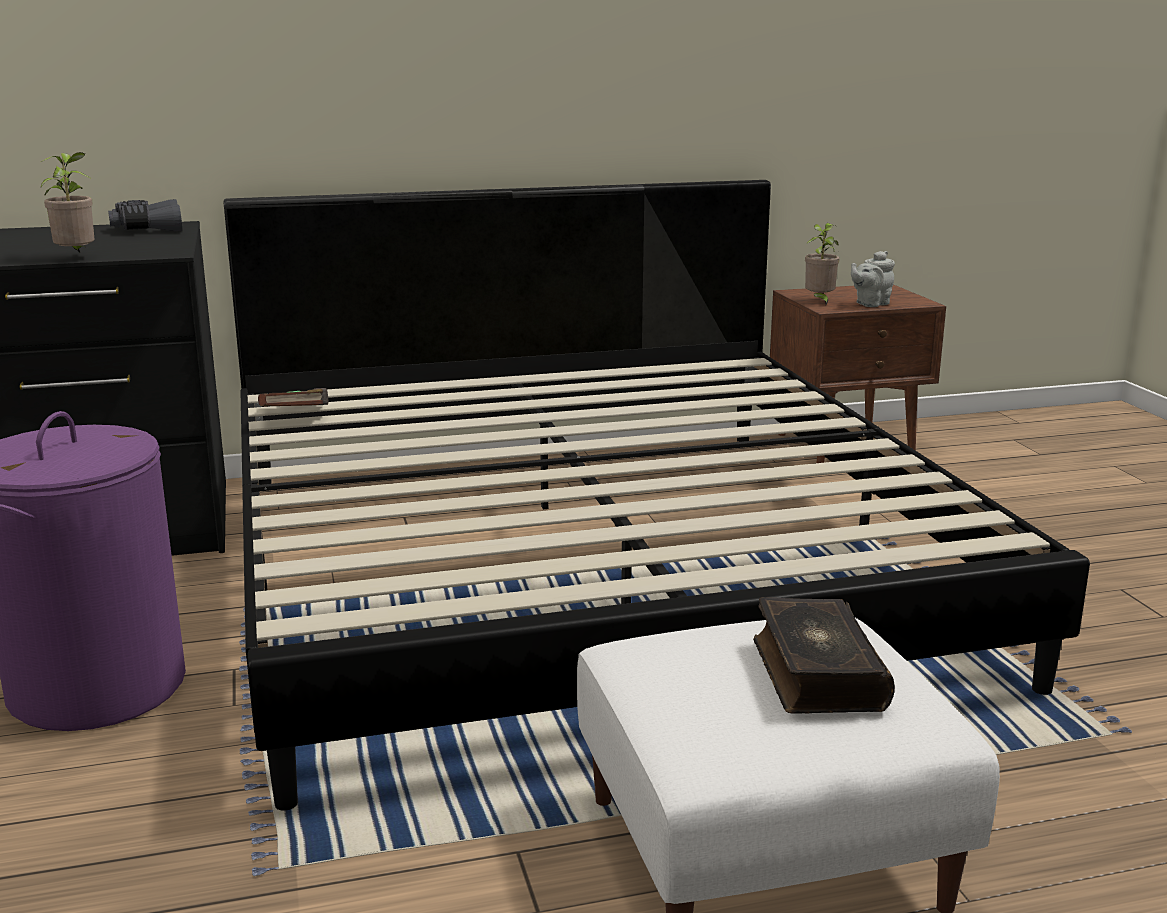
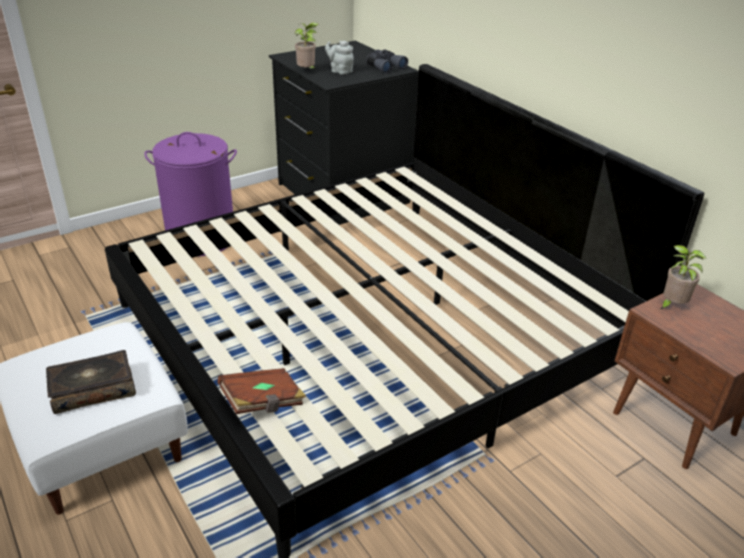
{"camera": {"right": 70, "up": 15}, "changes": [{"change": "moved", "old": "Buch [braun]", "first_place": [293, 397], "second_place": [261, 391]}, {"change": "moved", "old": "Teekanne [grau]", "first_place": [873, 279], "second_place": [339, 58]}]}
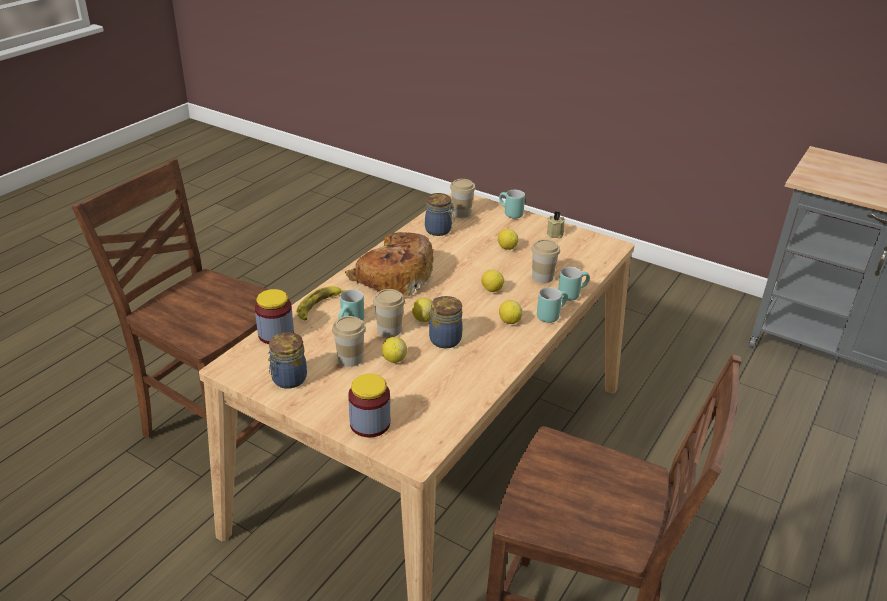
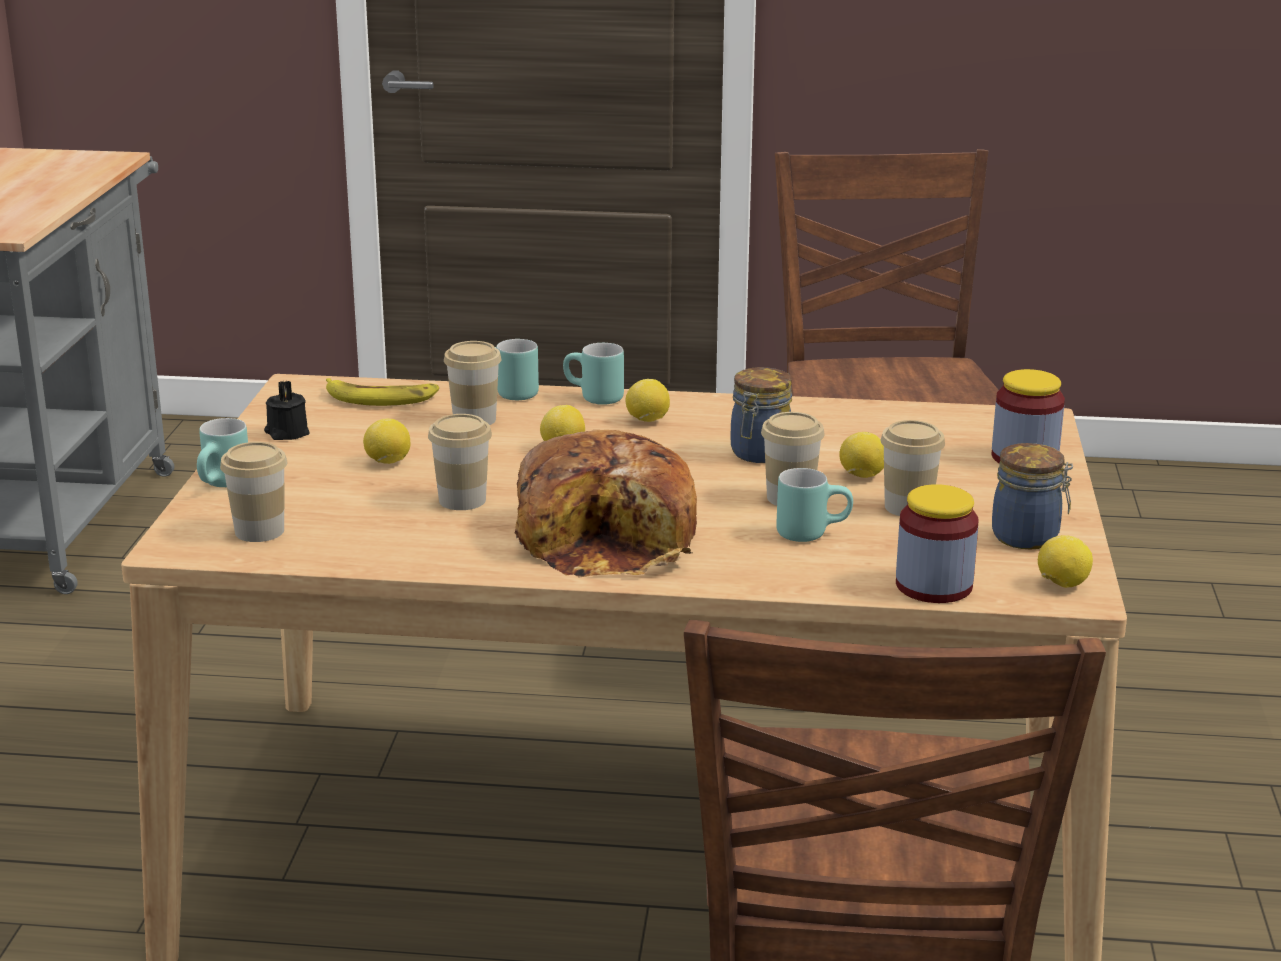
{"camera": {"right": -115, "up": -10}, "changes": [{"change": "moved", "old": "Banane", "first_place": [321, 303], "second_place": [382, 392]}, {"change": "moved", "old": "Zitrone", "first_place": [422, 310], "second_place": [1065, 561]}, {"change": "removed", "old": "Vorratsglas", "first_place": [439, 214]}, {"change": "recoloured", "old": "Kerze [beige]", "new": "Kerze [schwarz]", "first_place": [556, 224], "second_place": [287, 410]}, {"change": "added", "new": "Tasse", "second_place": [460, 462]}]}
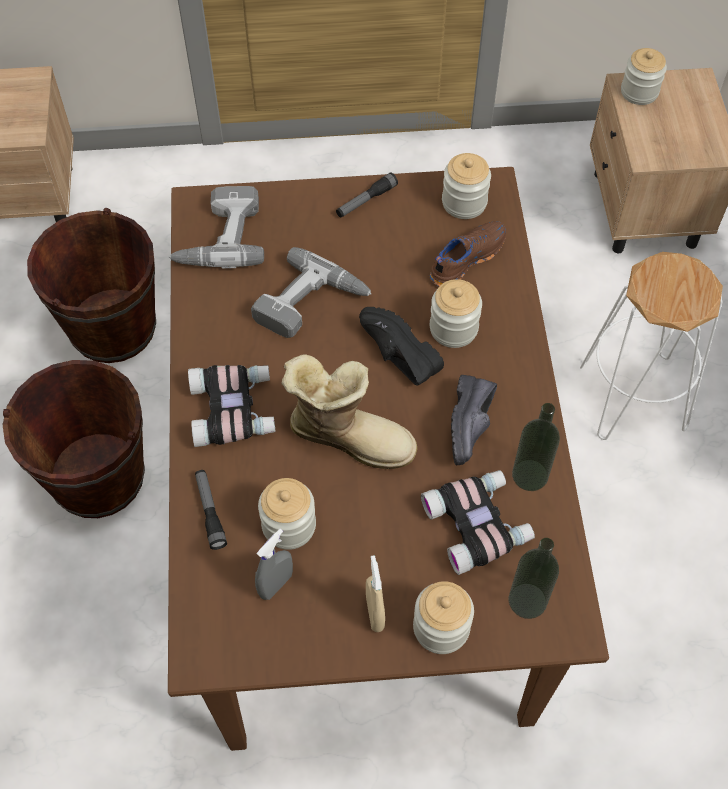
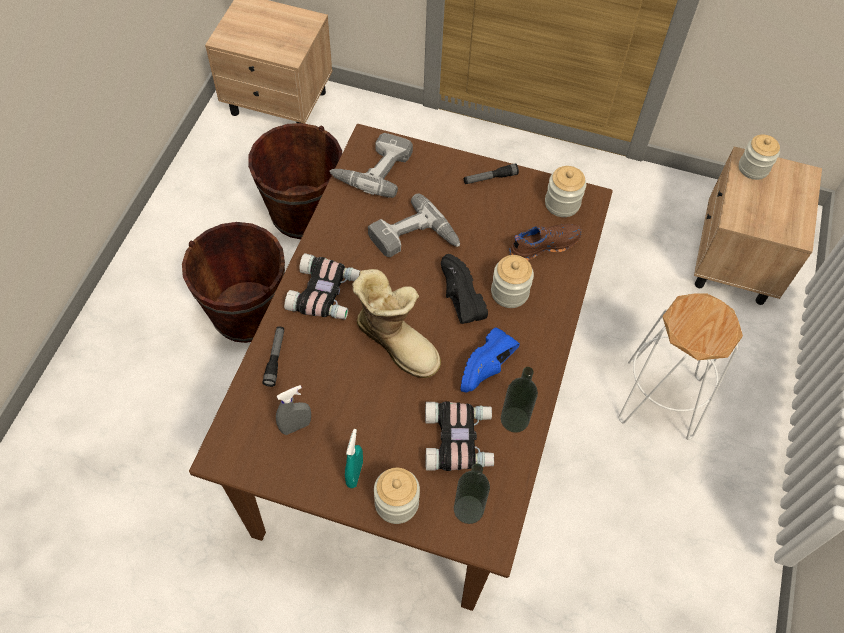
{"camera": {"right": 20, "up": 0}, "changes": [{"change": "removed", "old": "Vorratsglas", "first_place": [287, 514]}, {"change": "recoloured", "old": "Sprühflasche [beige]", "new": "Sprühflasche [türkis]", "first_place": [375, 593], "second_place": [354, 458]}, {"change": "recoloured", "old": "Schuh [schwarz]", "new": "Schuh [blau]", "first_place": [474, 420], "second_place": [490, 360]}]}
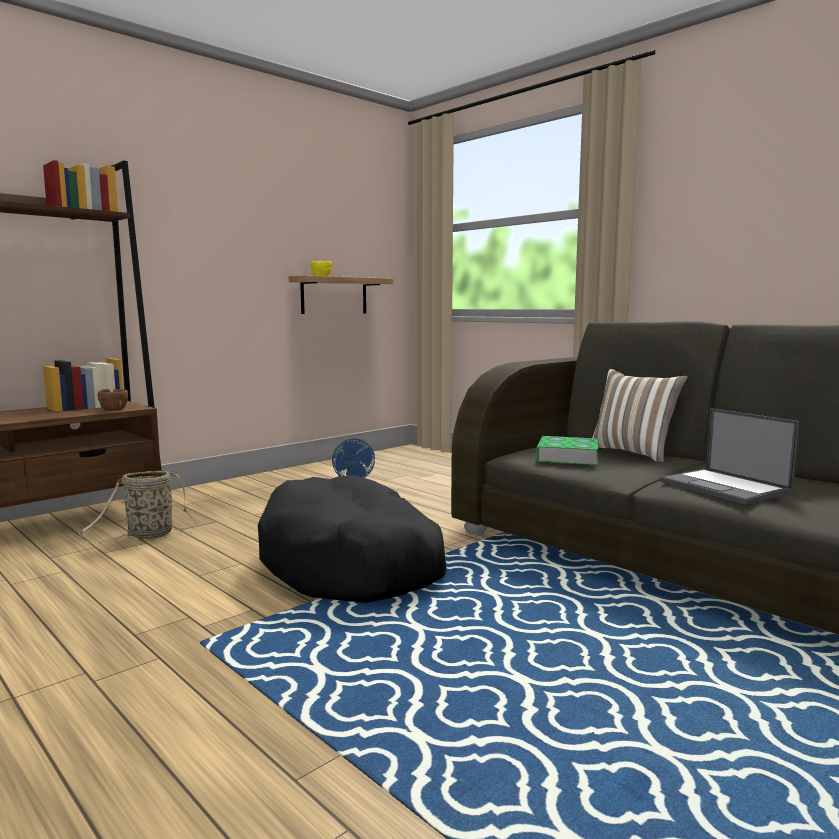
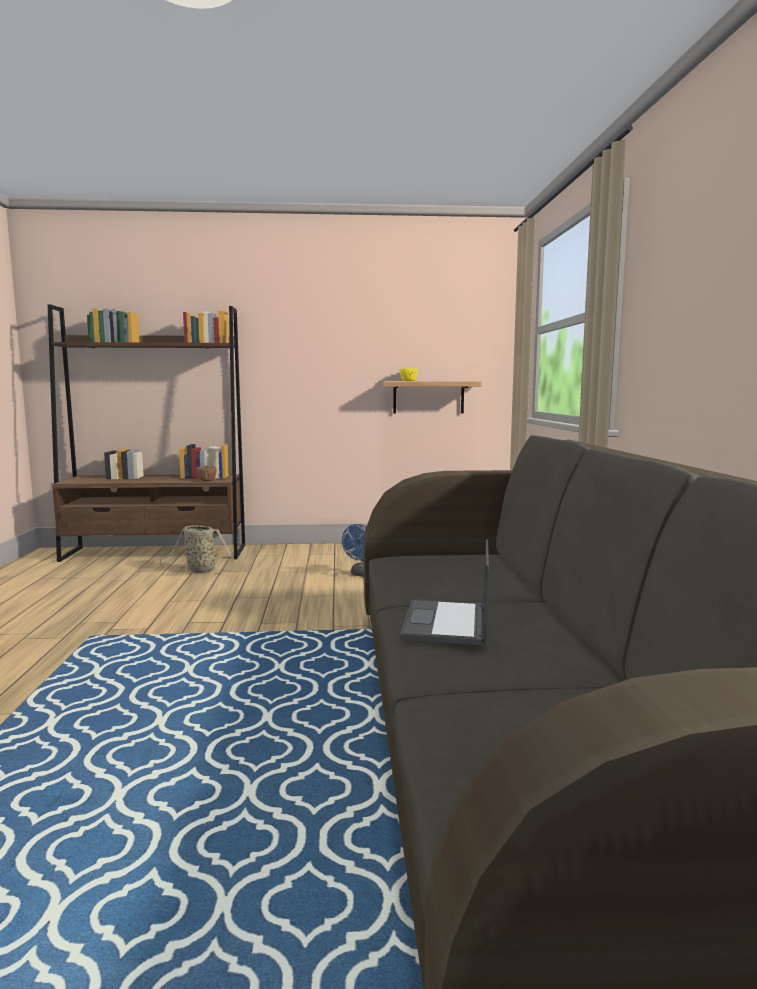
{"camera": {"right": 40, "up": 0}, "changes": [{"change": "removed", "old": "Hundebett [schwarz]", "first_place": [352, 539]}, {"change": "removed", "old": "Buch", "first_place": [567, 450]}, {"change": "removed", "old": "Kissen", "first_place": [639, 415]}]}
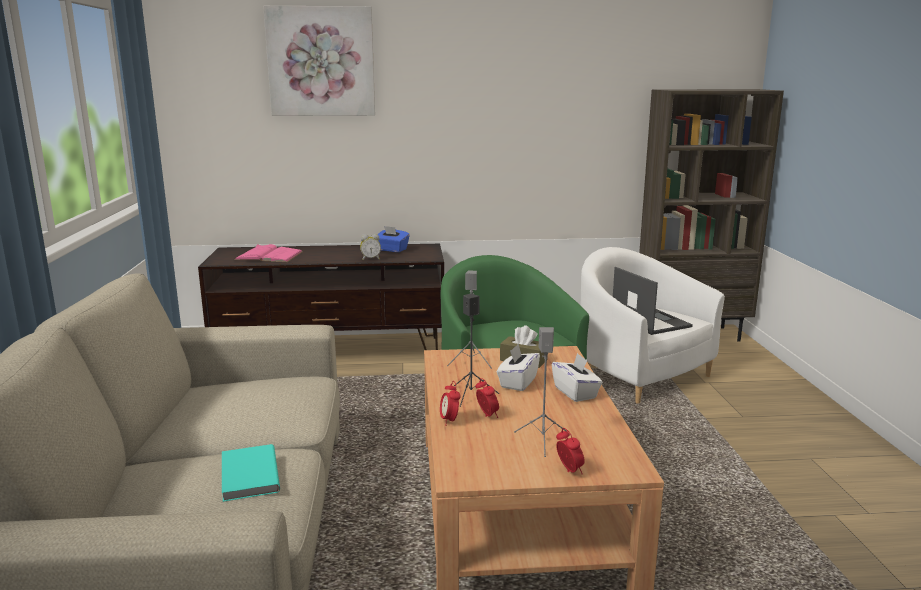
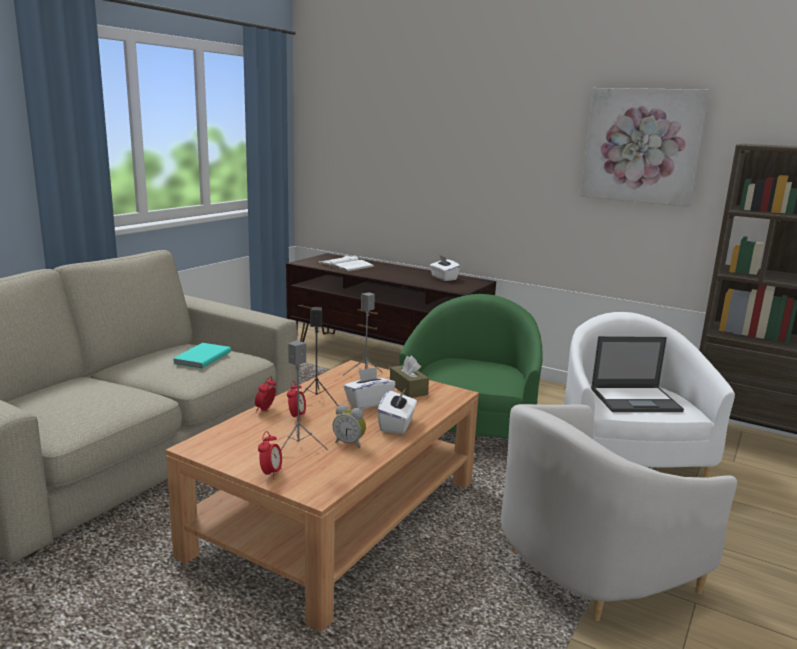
{"camera": {"right": 35, "up": 0}, "changes": [{"change": "moved", "old": "Buch [türkis]", "first_place": [251, 473], "second_place": [201, 356]}, {"change": "recoloured", "old": "Buch [rosa]", "new": "Buch [weiß]", "first_place": [268, 253], "second_place": [346, 263]}, {"change": "moved", "old": "Bild", "first_place": [319, 61], "second_place": [644, 147]}, {"change": "moved", "old": "Wecker", "first_place": [370, 247], "second_place": [349, 426]}, {"change": "recoloured", "old": "Taschentuchbox [blau]", "new": "Taschentuchbox [weiß]", "first_place": [394, 239], "second_place": [445, 268]}, {"change": "turned", "old": "Laptop", "first_place": [653, 301], "second_place": [637, 374], "degrees": 75}, {"change": "added", "new": "Sessel [weiß]", "second_place": [619, 512]}]}
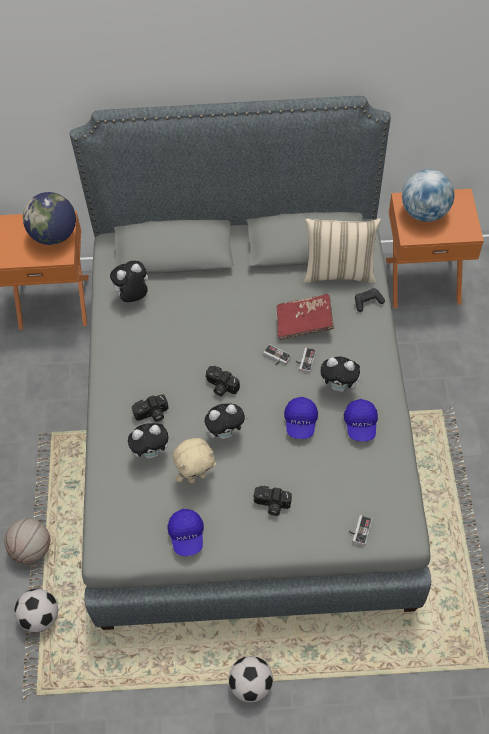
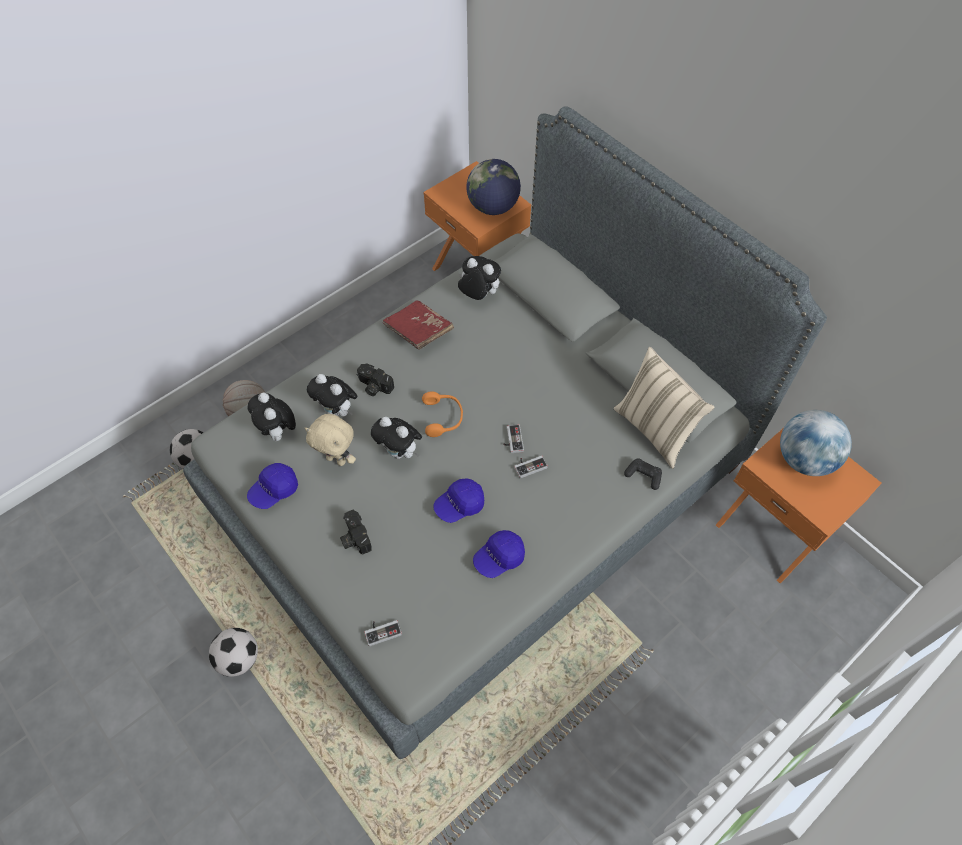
{"camera": {"right": 50, "up": 0}, "changes": [{"change": "replaced", "old": "Kamera", "new": "Kopfhörer [orange]", "first_place": [222, 381], "second_place": [442, 414]}, {"change": "moved", "old": "Buch [rot]", "first_place": [305, 317], "second_place": [418, 325]}, {"change": "moved", "old": "Plüschtier", "first_place": [342, 374], "second_place": [272, 416]}]}
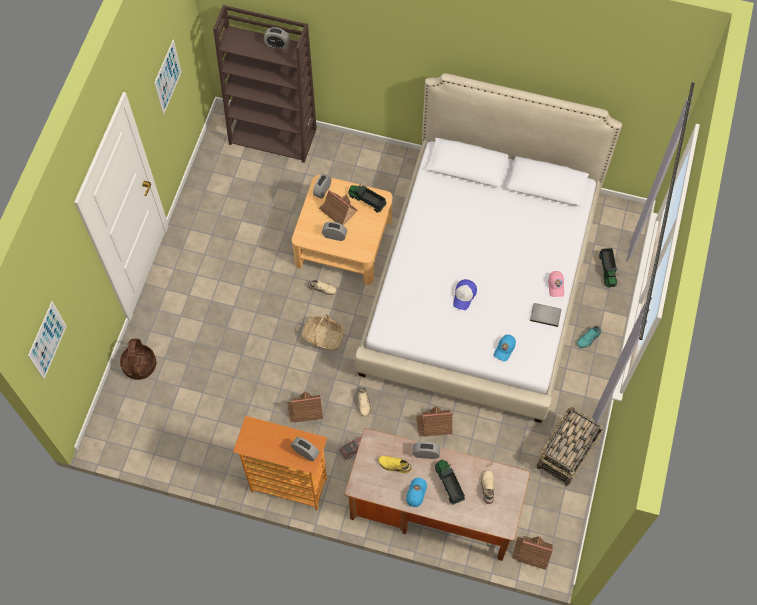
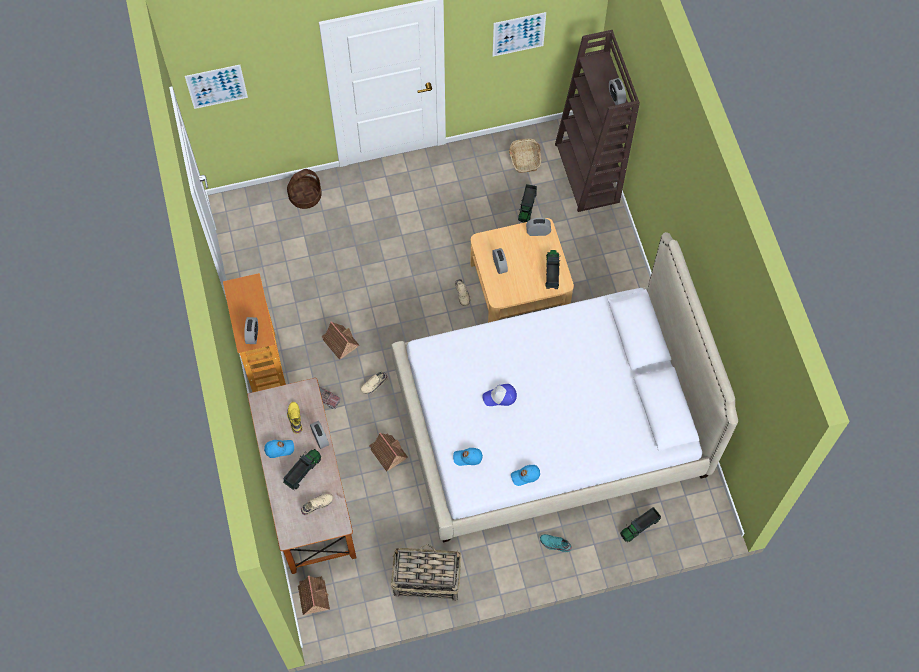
{"camera": {"right": 60, "up": 0}, "changes": [{"change": "moved", "old": "Korb", "first_place": [323, 332], "second_place": [525, 156]}, {"change": "removed", "old": "Spielzeughaus", "first_place": [338, 207]}, {"change": "replaced", "old": "Buch [grau]", "new": "Kappe [blau]", "first_place": [545, 315], "second_place": [525, 475]}, {"change": "removed", "old": "Kappe [rosa]", "first_place": [556, 284]}, {"change": "added", "new": "Spielzeuglaster", "second_place": [527, 203]}]}
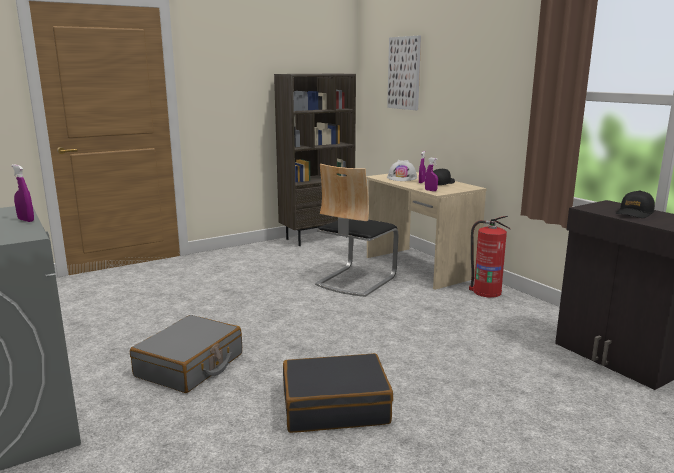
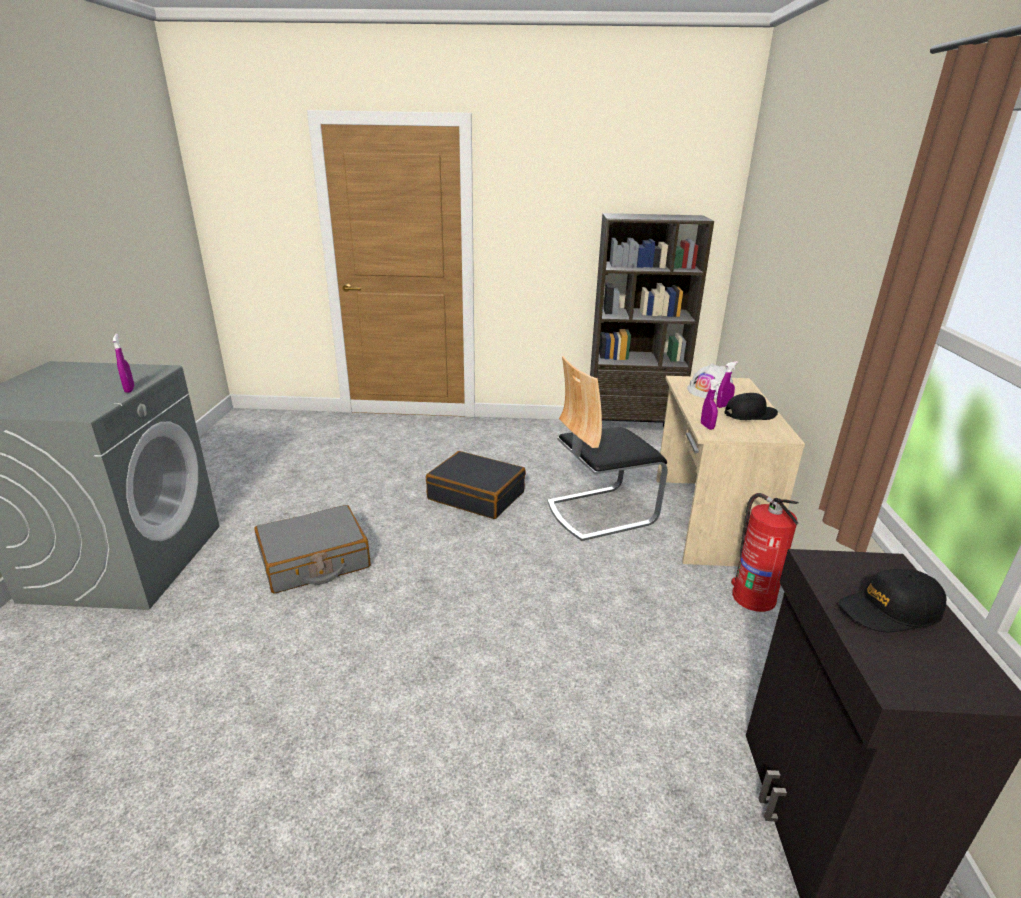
{"camera": {"right": 35, "up": 10}, "changes": [{"change": "moved", "old": "Koffer [schwarz]", "first_place": [338, 393], "second_place": [476, 485]}, {"change": "removed", "old": "Bild", "first_place": [404, 73]}]}
